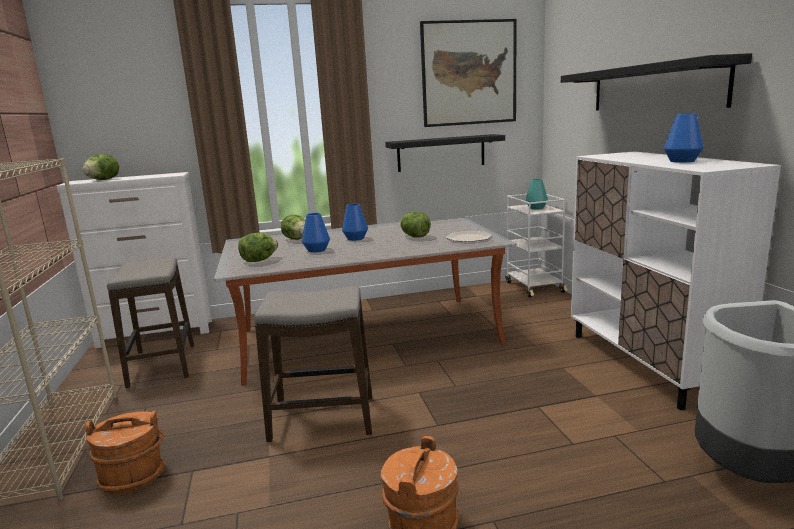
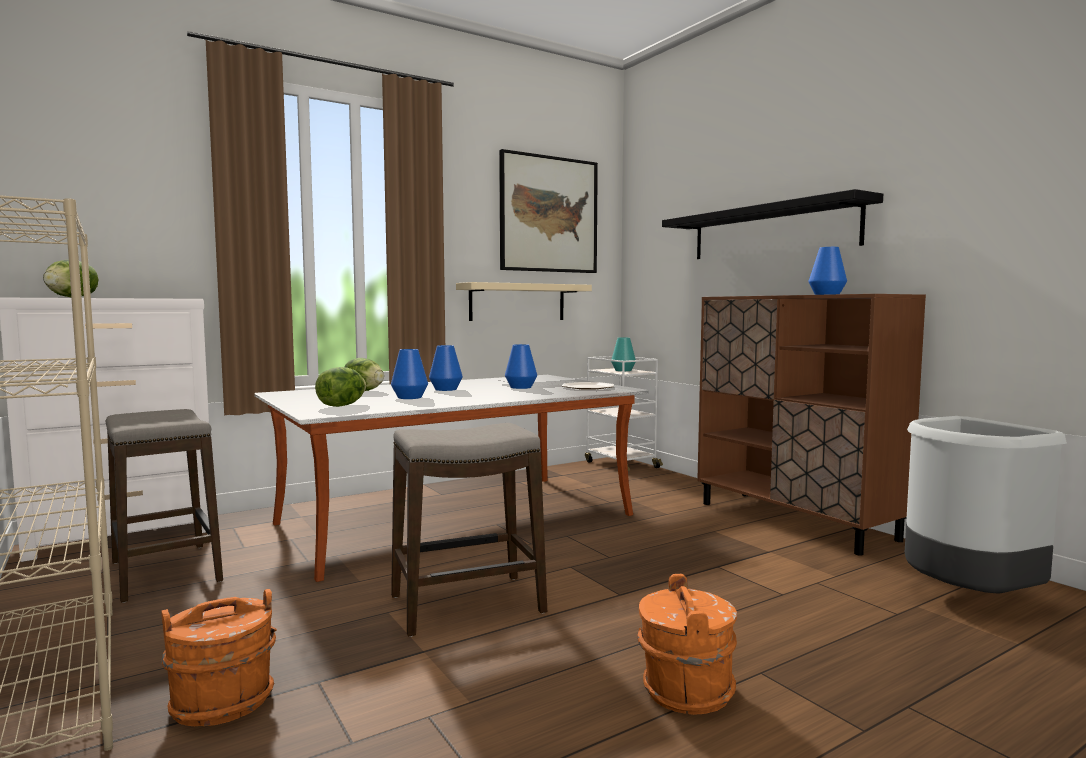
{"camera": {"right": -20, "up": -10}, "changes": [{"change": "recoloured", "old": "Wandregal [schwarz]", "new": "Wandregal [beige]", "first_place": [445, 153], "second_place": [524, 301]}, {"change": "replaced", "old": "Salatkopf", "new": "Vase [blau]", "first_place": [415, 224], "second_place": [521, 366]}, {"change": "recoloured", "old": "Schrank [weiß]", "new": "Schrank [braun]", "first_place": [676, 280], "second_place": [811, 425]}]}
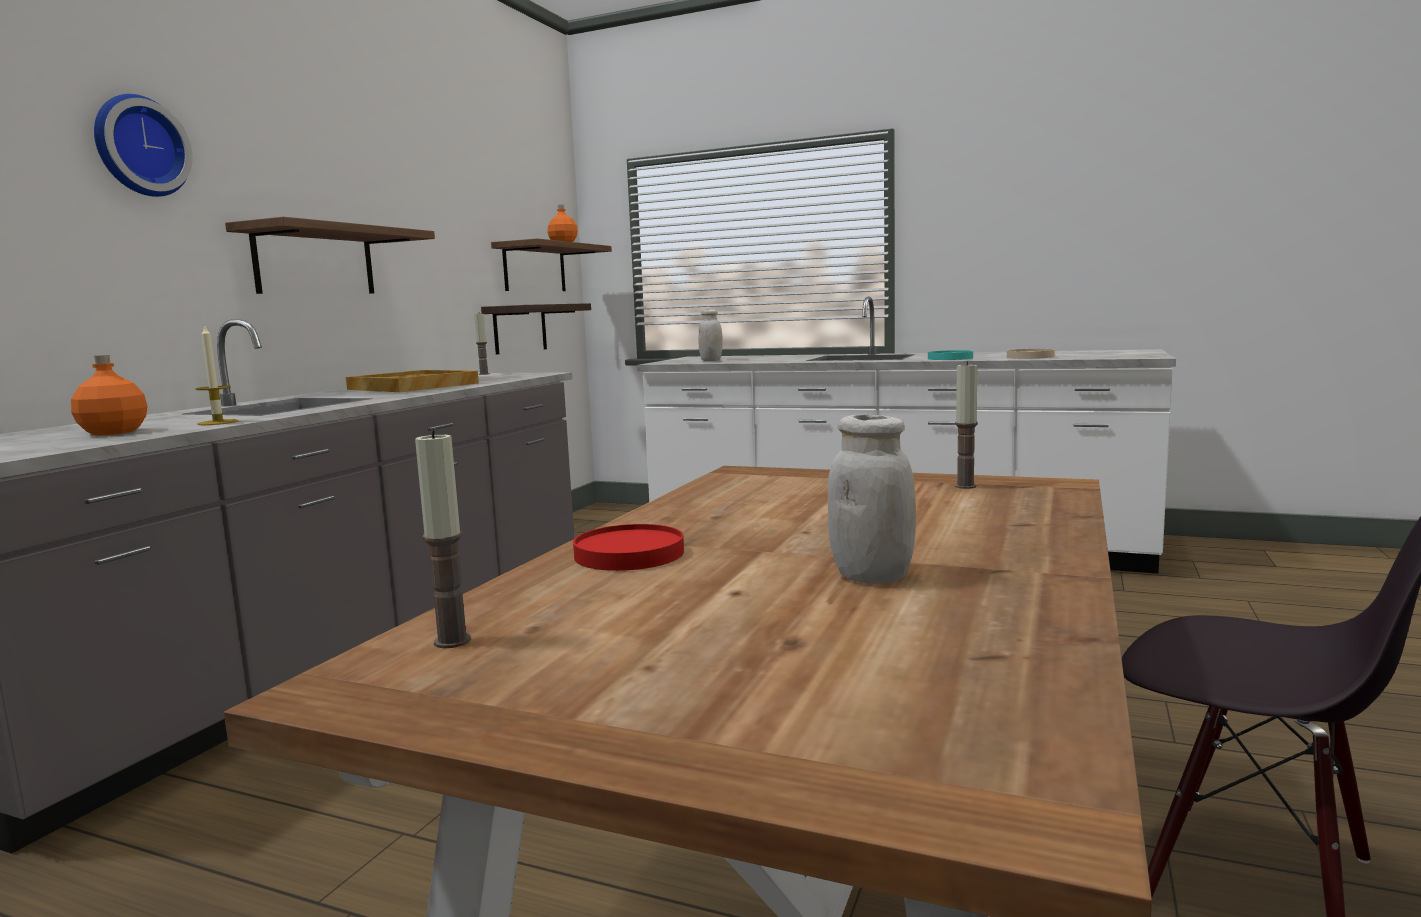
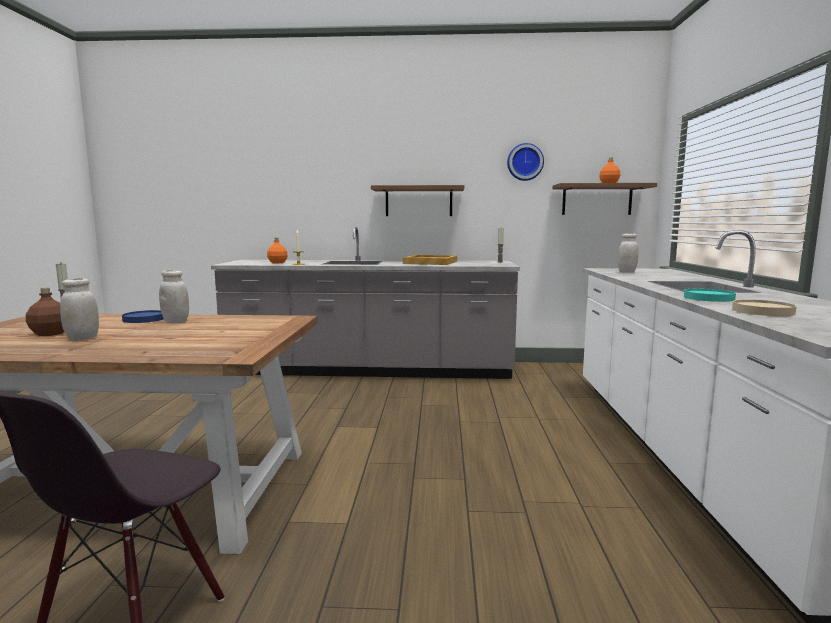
{"camera": {"right": 70, "up": 0}, "changes": [{"change": "moved", "old": "Wanduhr", "first_place": [143, 145], "second_place": [525, 162]}, {"change": "removed", "old": "Wandregal", "first_place": [536, 329]}, {"change": "recoloured", "old": "Teller [rot]", "new": "Teller [blau]", "first_place": [628, 547], "second_place": [143, 316]}, {"change": "removed", "old": "Kerze", "first_place": [966, 425]}, {"change": "added", "new": "Flasche [braun]", "second_place": [45, 312]}, {"change": "added", "new": "Vorratsglas [weiß]", "second_place": [174, 296]}]}
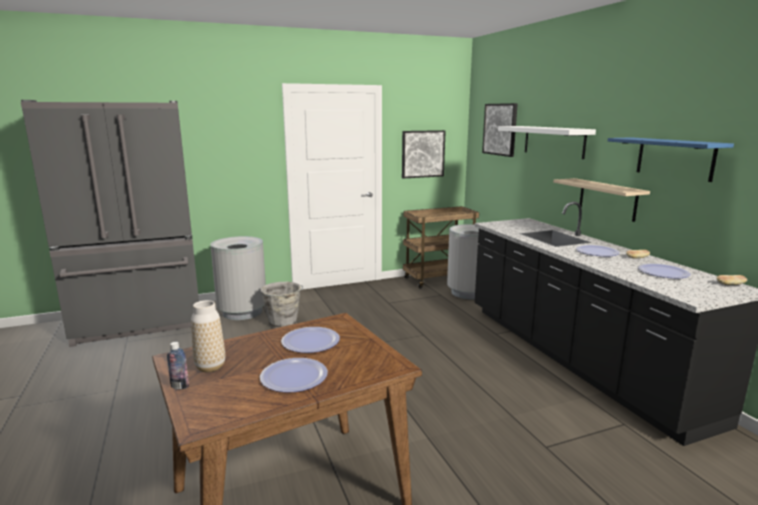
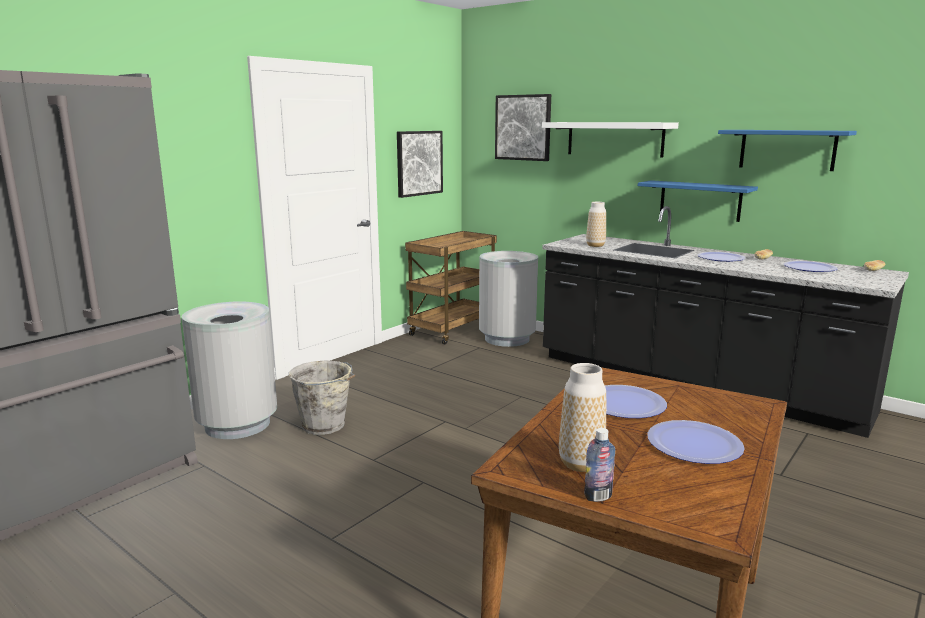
{"camera": {"right": -30, "up": 0}, "changes": [{"change": "recoloured", "old": "Wandregal [beige]", "new": "Wandregal [blau]", "first_place": [601, 200], "second_place": [698, 201]}, {"change": "added", "new": "Vase", "second_place": [596, 224]}]}
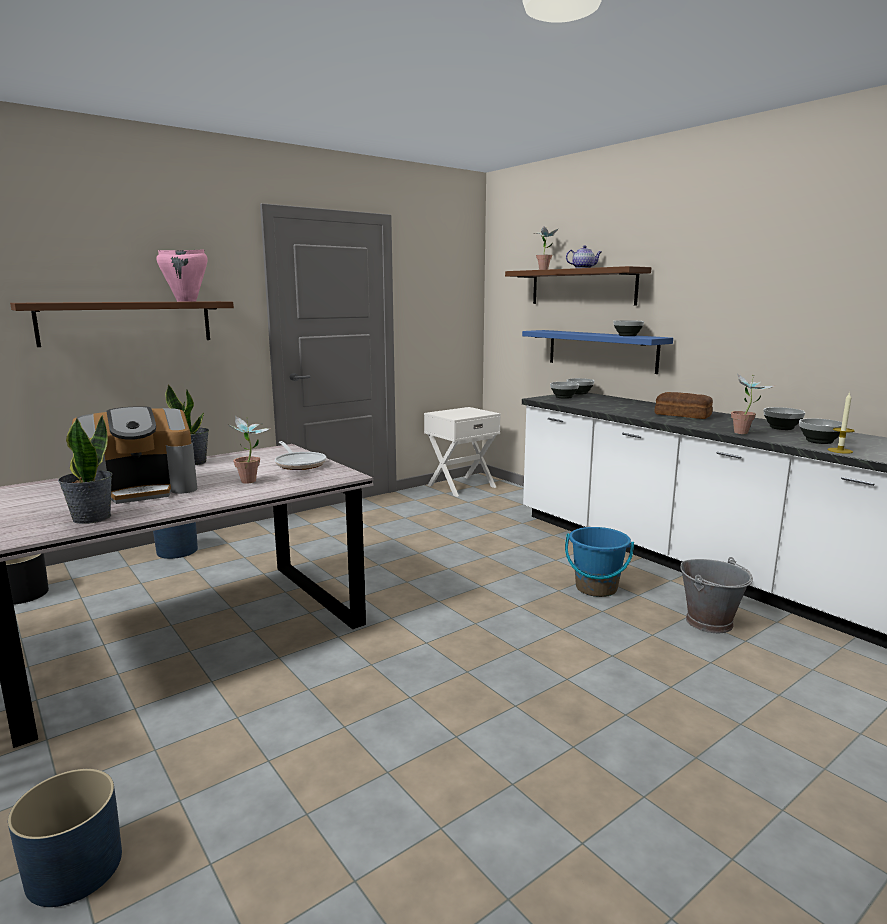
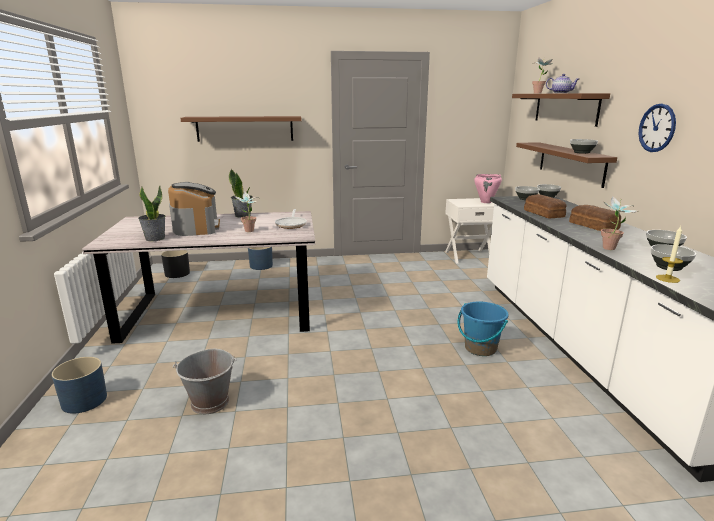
{"camera": {"right": 30, "up": 5}, "changes": [{"change": "turned", "old": "Kaffeemaschine", "first_place": [134, 455], "second_place": [194, 209], "degrees": -105}, {"change": "moved", "old": "Kochtopf [rosa]", "first_place": [182, 276], "second_place": [488, 188]}, {"change": "recoloured", "old": "Wandregal [blau]", "new": "Wandregal [braun]", "first_place": [597, 352], "second_place": [566, 165]}, {"change": "moved", "old": "Eimer [grau]", "first_place": [716, 595], "second_place": [205, 381]}, {"change": "added", "new": "Brot", "second_place": [545, 206]}, {"change": "added", "new": "Wanduhr", "second_place": [657, 128]}]}
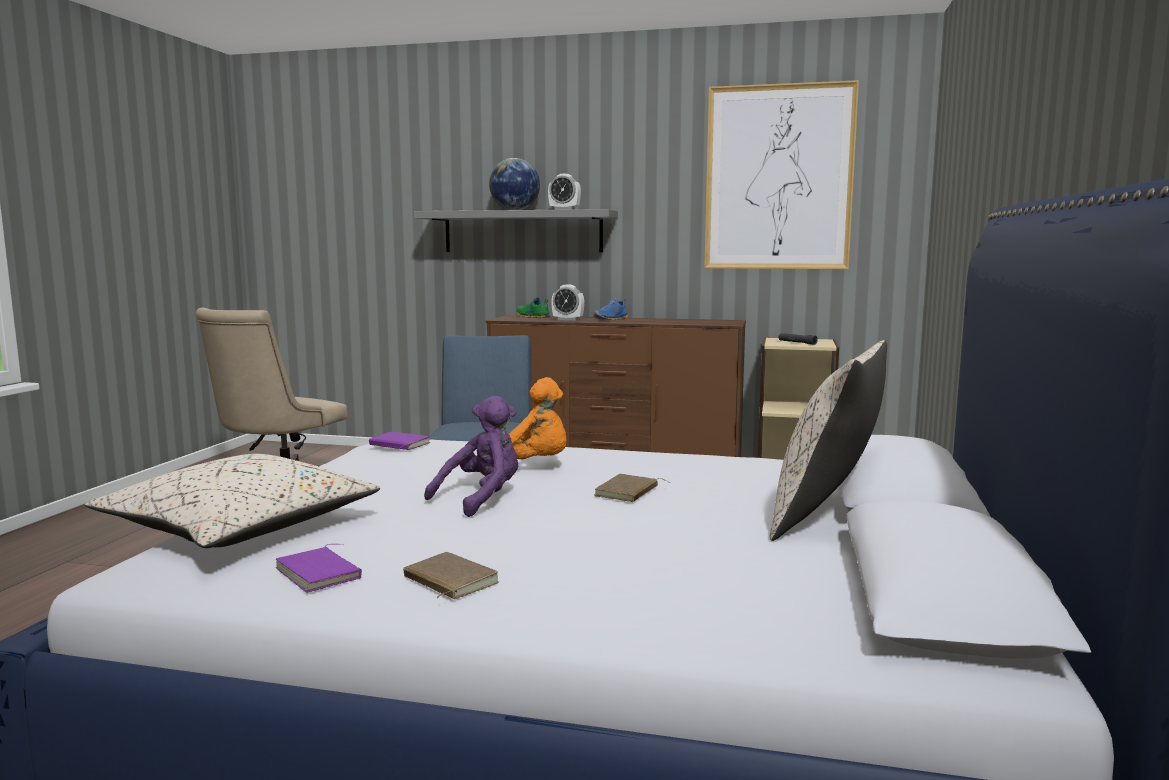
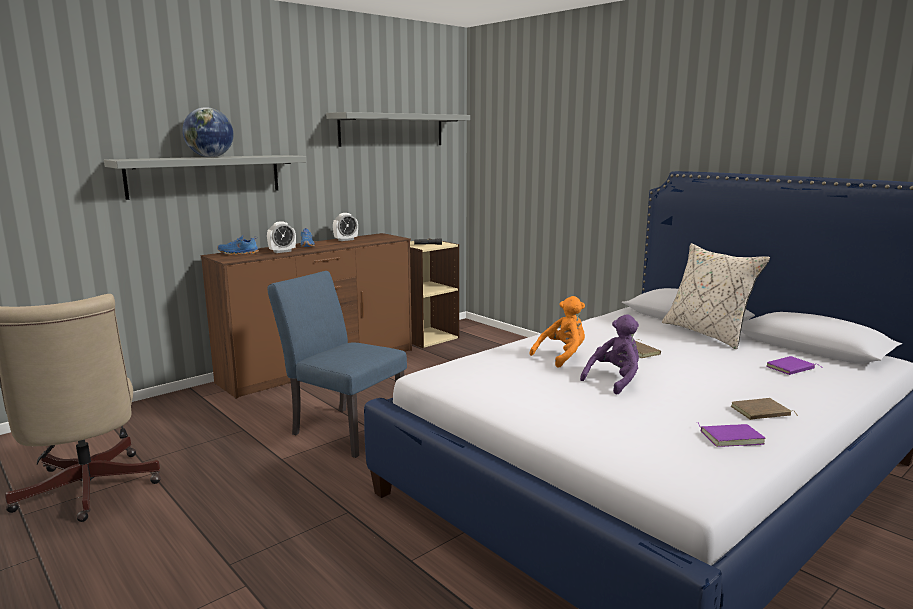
{"camera": {"right": -55, "up": 5}, "changes": [{"change": "removed", "old": "Kissen [beige]", "first_place": [232, 501]}, {"change": "moved", "old": "Buch [lila]", "first_place": [399, 441], "second_place": [793, 365]}, {"change": "turned", "old": "Plüschtier [lila]", "first_place": [471, 456], "second_place": [609, 354], "degrees": 60}, {"change": "recoloured", "old": "Schuh [grün]", "new": "Schuh [blau]", "first_place": [533, 307], "second_place": [238, 245]}, {"change": "moved", "old": "Wecker", "first_place": [564, 192], "second_place": [345, 227]}, {"change": "replaced", "old": "Bild", "new": "Wandregal [grau]", "first_place": [781, 174], "second_place": [398, 129]}]}
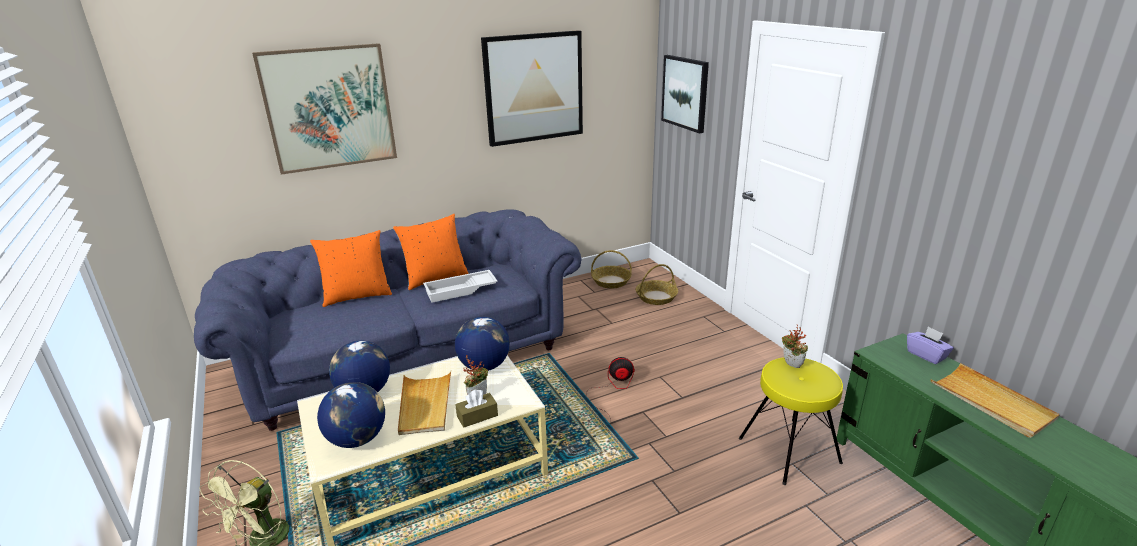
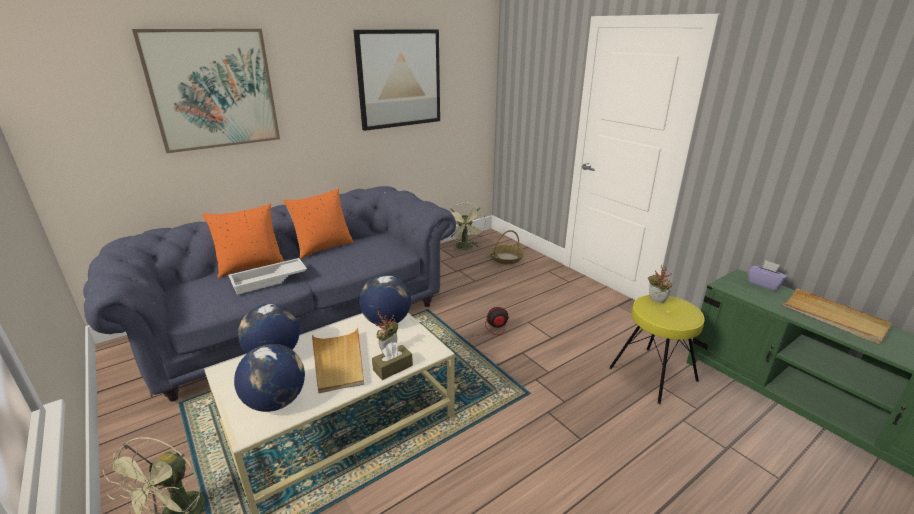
{"camera": {"right": -10, "up": 0}, "changes": [{"change": "moved", "old": "Tablett [weiß]", "first_place": [460, 286], "second_place": [267, 276]}, {"change": "replaced", "old": "Korb", "new": "Ventilator [grün]", "first_place": [611, 269], "second_place": [467, 226]}, {"change": "removed", "old": "Bild", "first_place": [685, 94]}]}
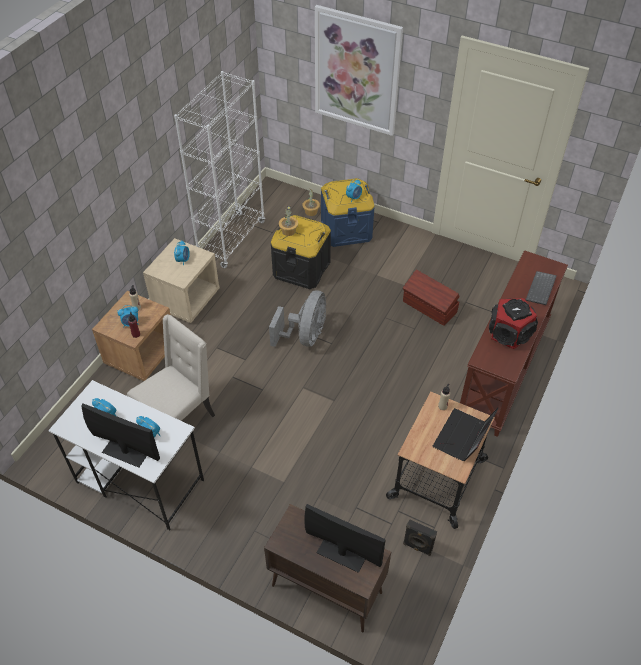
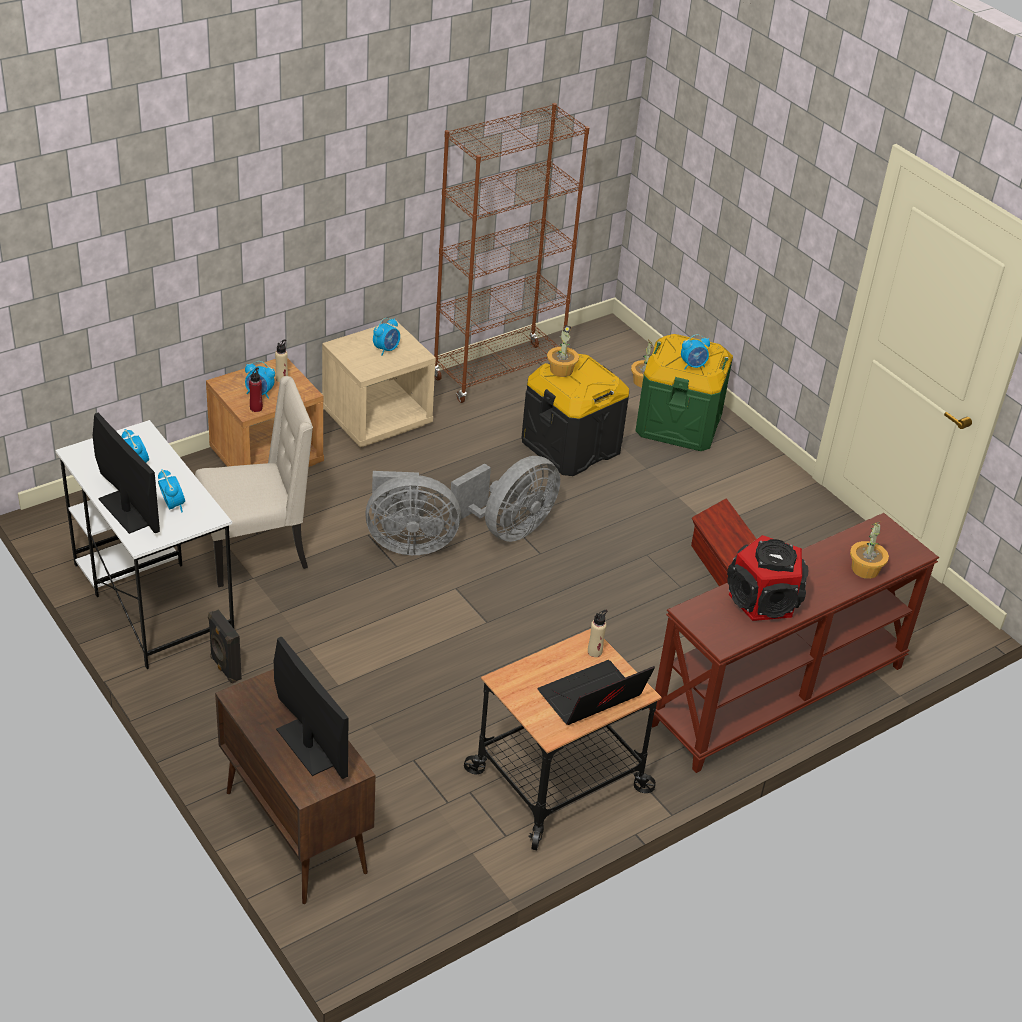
{"camera": {"right": 25, "up": -10}, "changes": [{"change": "recoloured", "old": "Bücherregal [weiß]", "new": "Bücherregal [braun]", "first_place": [219, 169], "second_place": [512, 253]}, {"change": "removed", "old": "Bild", "first_place": [359, 70]}, {"change": "recoloured", "old": "Aufbewahrungsbox [blau]", "new": "Aufbewahrungsbox [grün]", "first_place": [348, 212], "second_place": [684, 392]}, {"change": "moved", "old": "Lautsprecher [schwarz]", "first_place": [420, 537], "second_place": [225, 646]}, {"change": "replaced", "old": "Tastatur", "new": "Topfpflanze", "first_place": [541, 288], "second_place": [869, 550]}, {"change": "added", "new": "Ventilator [grau]", "second_place": [413, 513]}]}
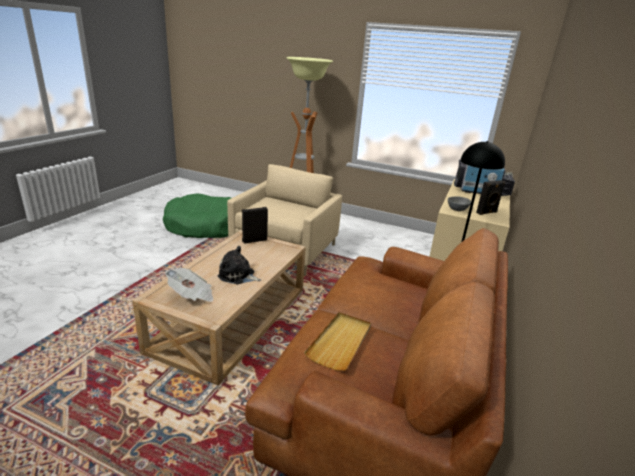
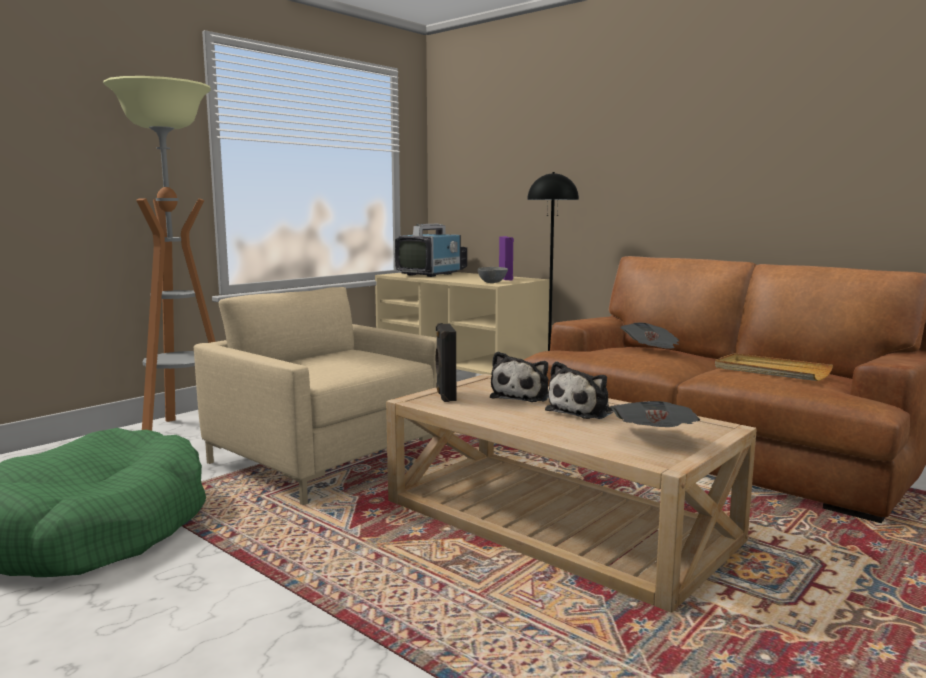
{"camera": {"right": -70, "up": -15}, "changes": [{"change": "recoloured", "old": "Lautsprecher [schwarz]", "new": "Lautsprecher [lila]", "first_place": [490, 197], "second_place": [506, 258]}, {"change": "added", "new": "Plüschtier", "second_place": [519, 376]}, {"change": "added", "new": "Zeitung", "second_place": [649, 336]}]}
